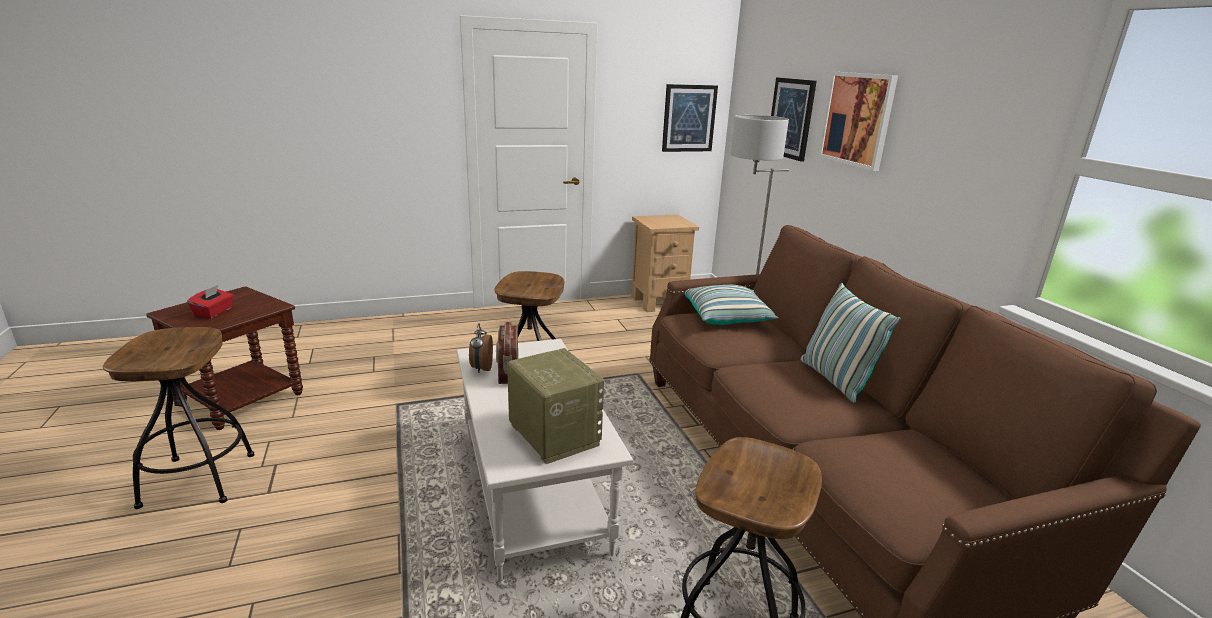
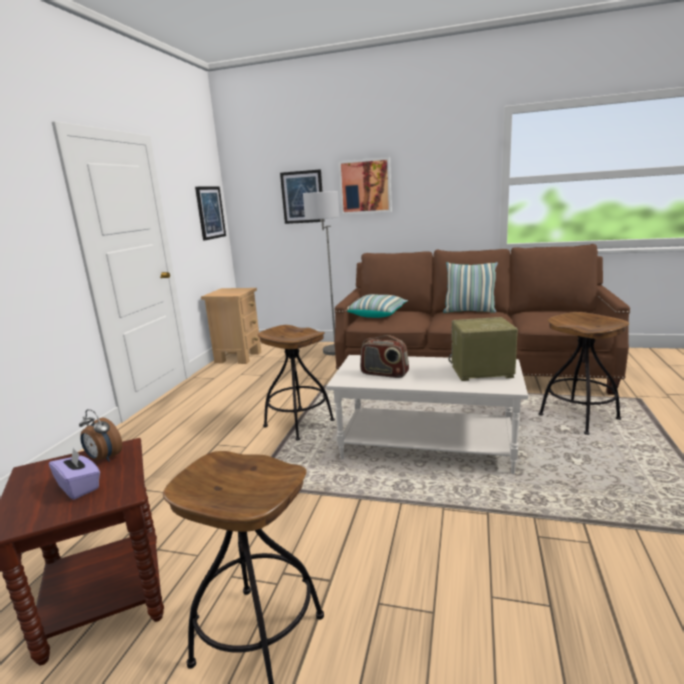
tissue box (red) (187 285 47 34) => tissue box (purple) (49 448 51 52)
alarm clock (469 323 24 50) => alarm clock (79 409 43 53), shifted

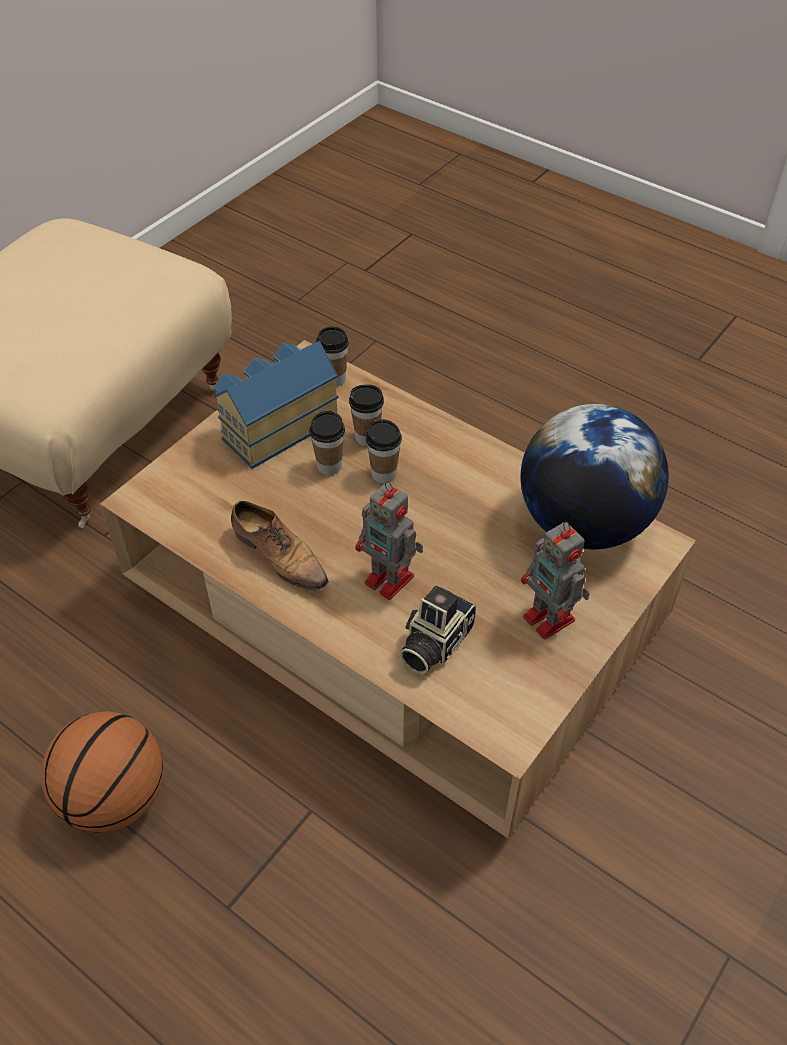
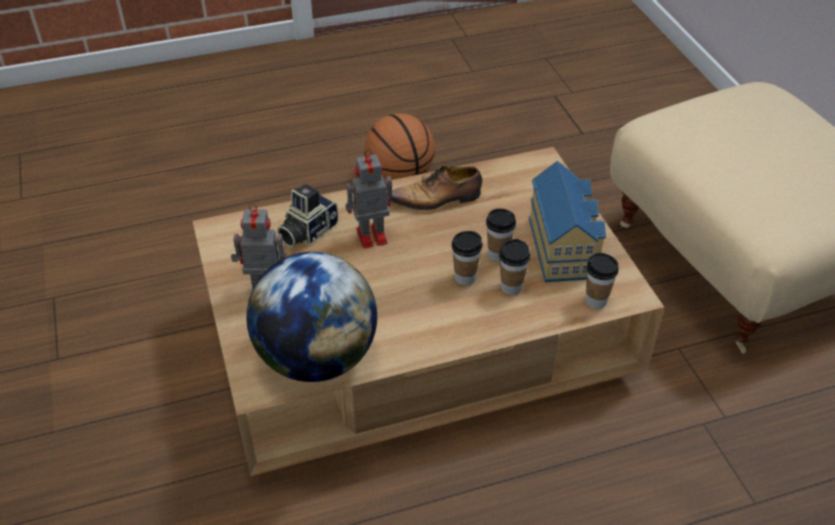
photo camera (399 585 77 89) => photo camera (277 184 61 63), 120 degrees counterclockwise

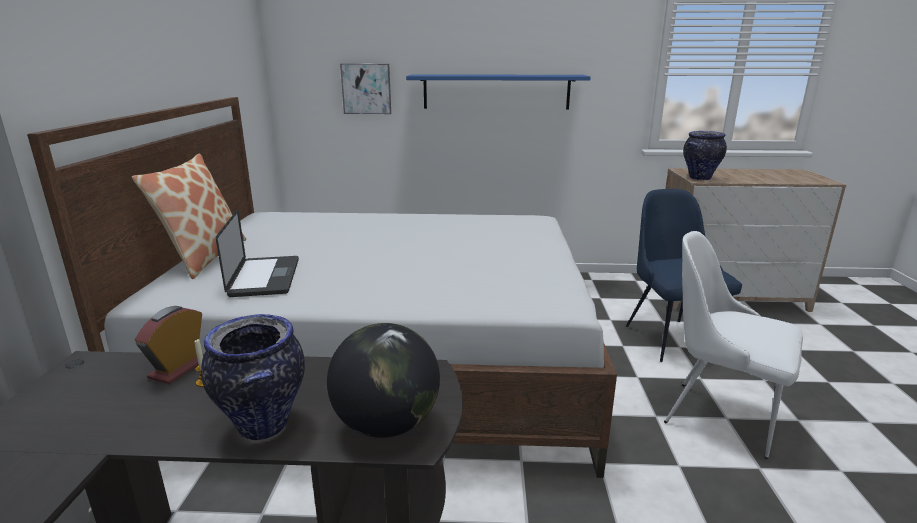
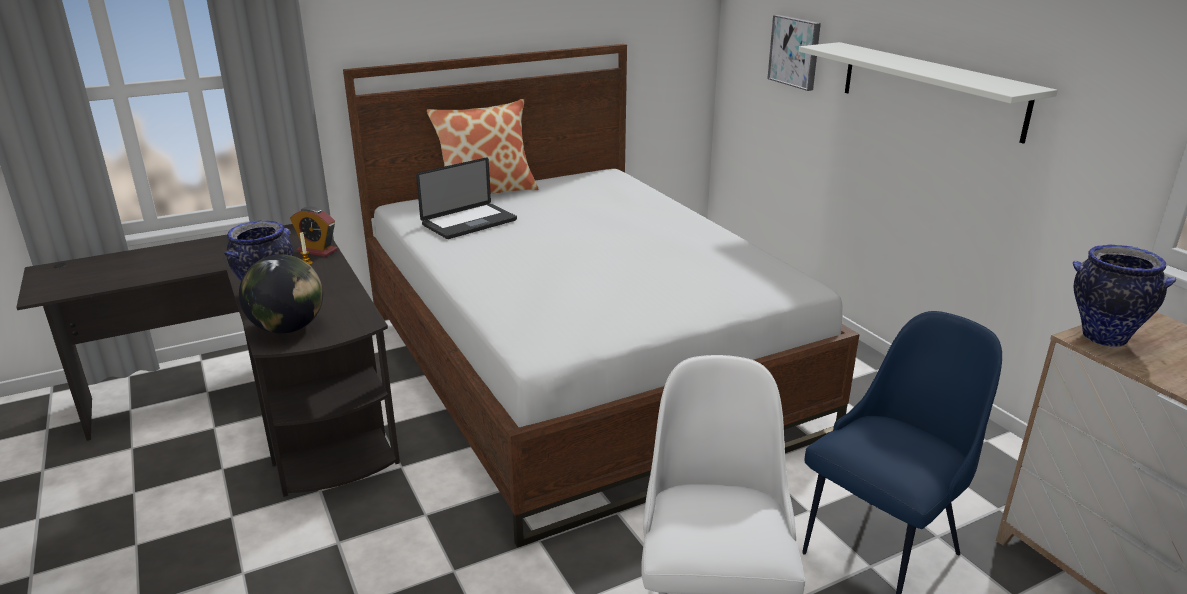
alarm clock (135 306 69 78) => alarm clock (290 207 48 50), 150 degrees counterclockwise
shelf (blue) (406 74 185 35) => shelf (white) (799 42 259 102)

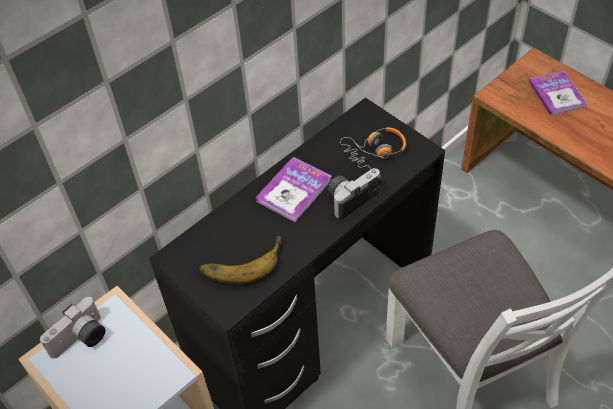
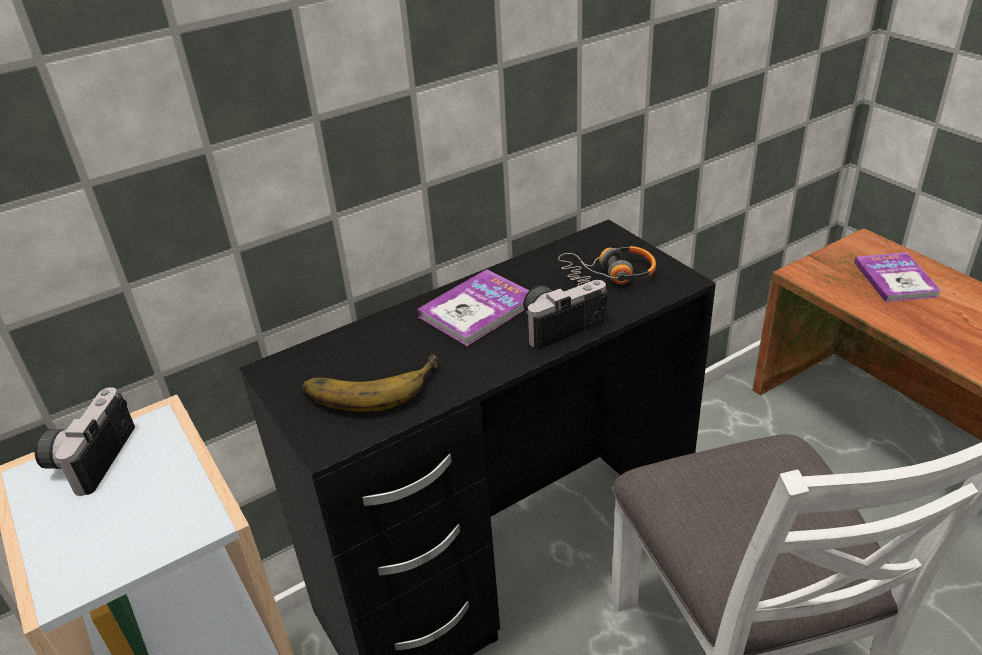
photo camera (40 297 65 62) => photo camera (35 387 100 109), 135 degrees clockwise

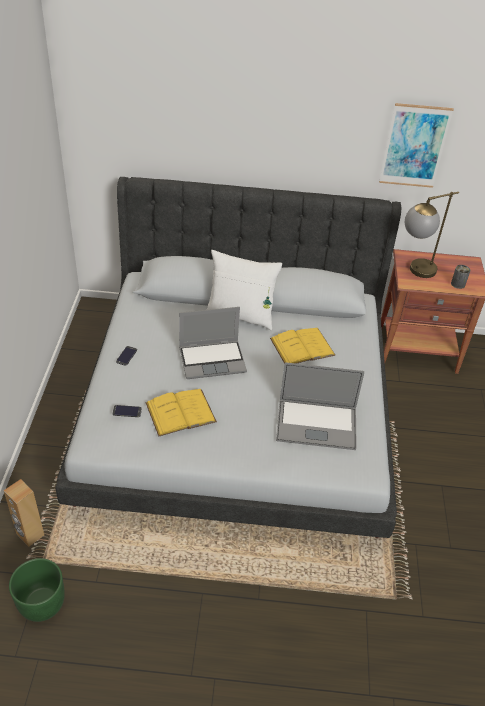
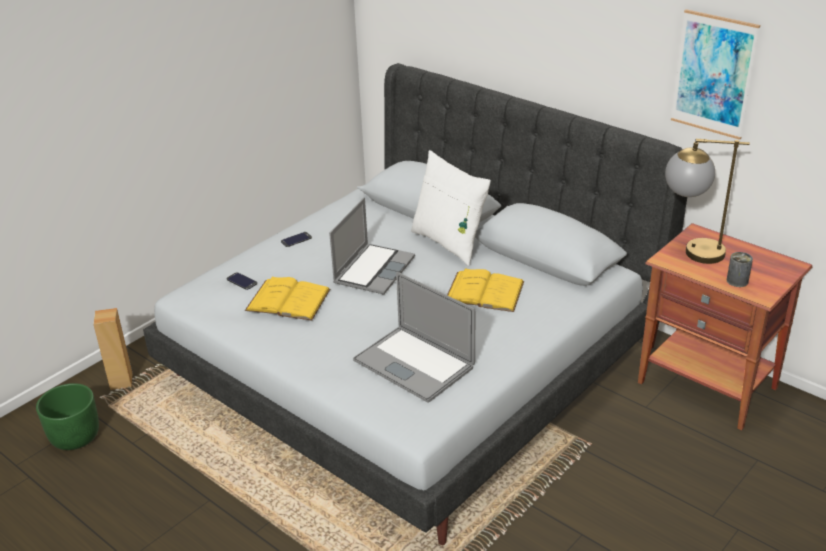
laptop (179 307 68 72) => laptop (329 198 86 97), 90 degrees counterclockwise

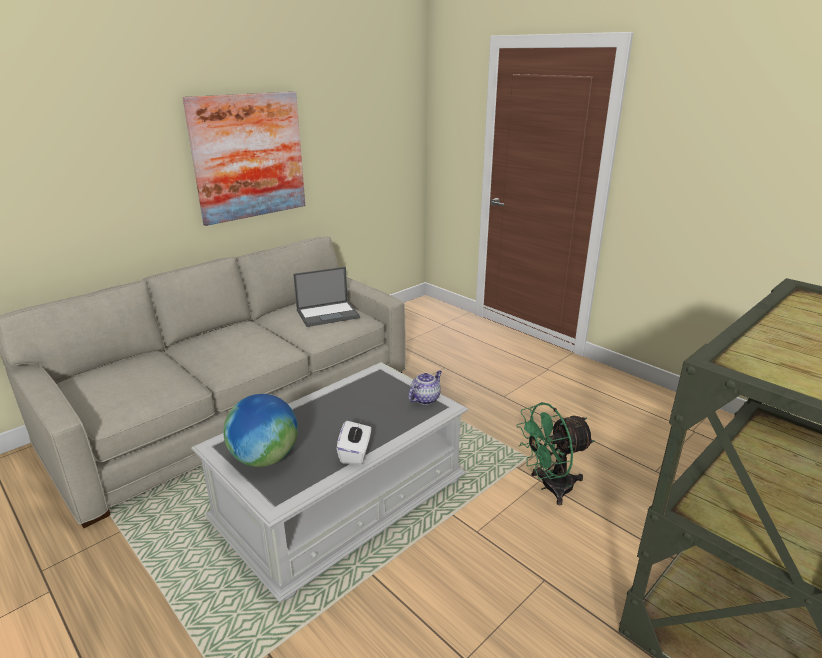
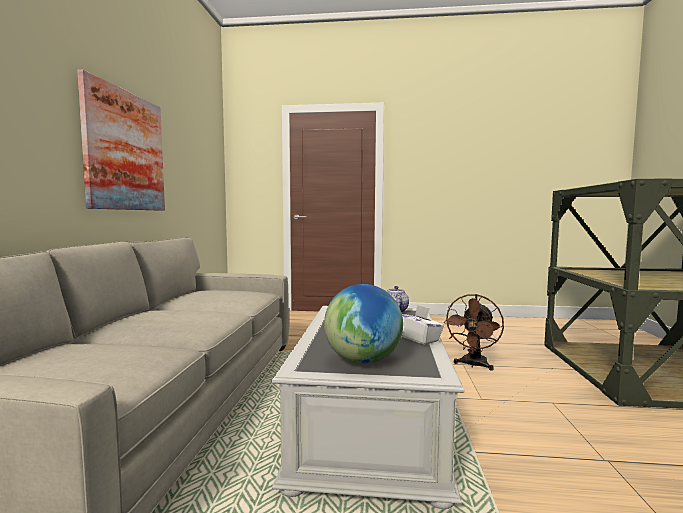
fan (green) (516 402 79 103) => fan (brown) (443 294 61 77)
laptop (293 267 67 60) => nothing

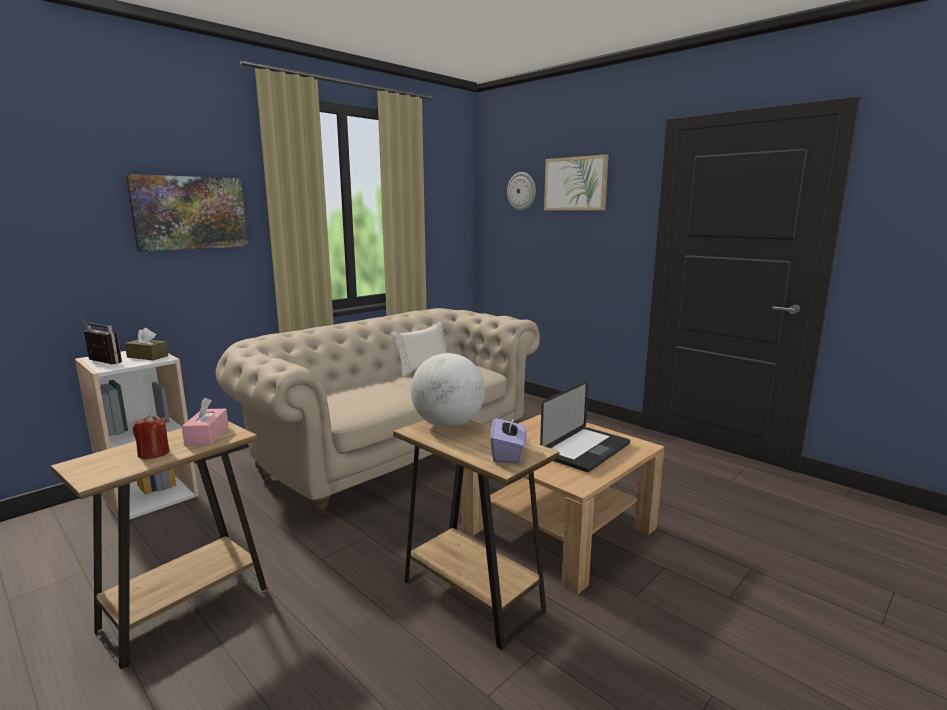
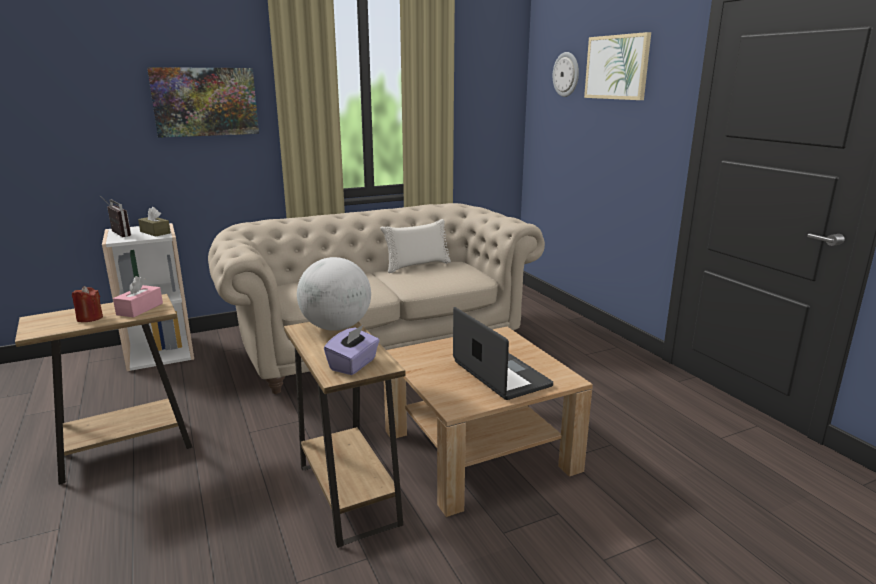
laptop (540 381 90 91) => laptop (453 307 100 93), 90 degrees counterclockwise

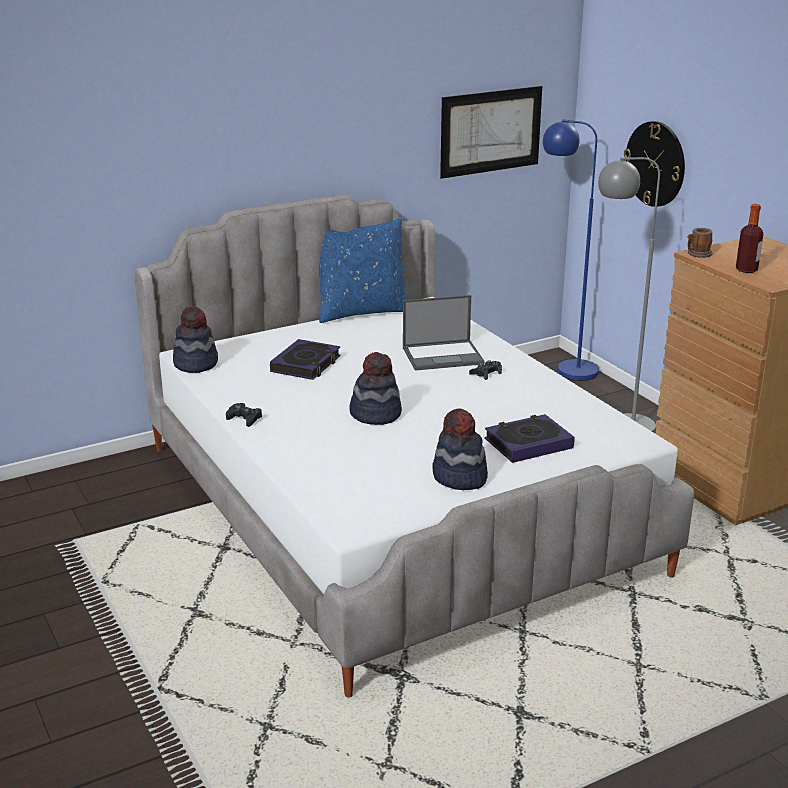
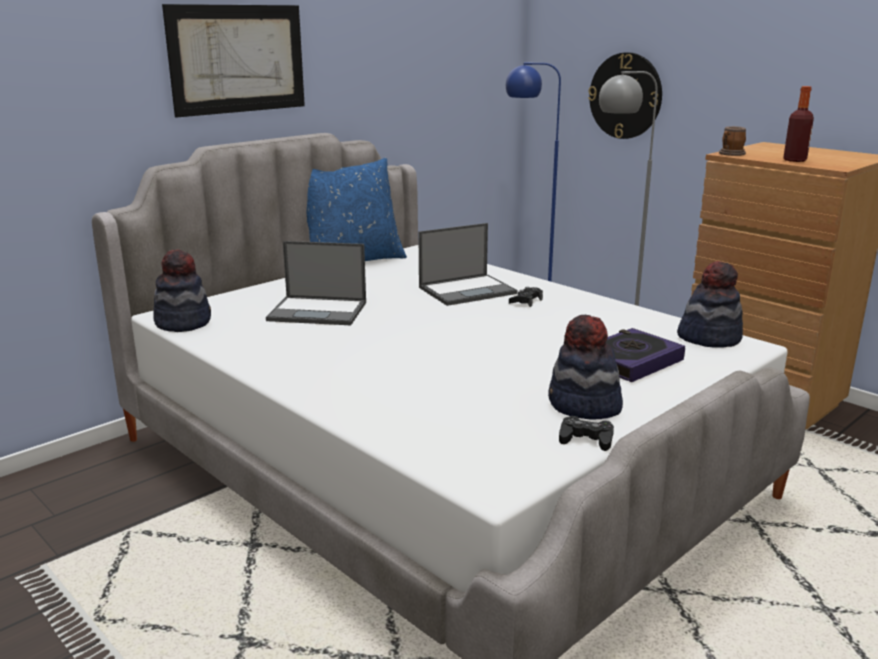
picture (440 86 102 93) => picture (162 4 143 114), shifted
book (270 339 71 41) => laptop (266 241 100 84)
game controller (black) (226 403 36 24) => game controller (black) (559 416 55 35), shifted
hat (349 352 53 73) => hat (677 261 66 87), shifted

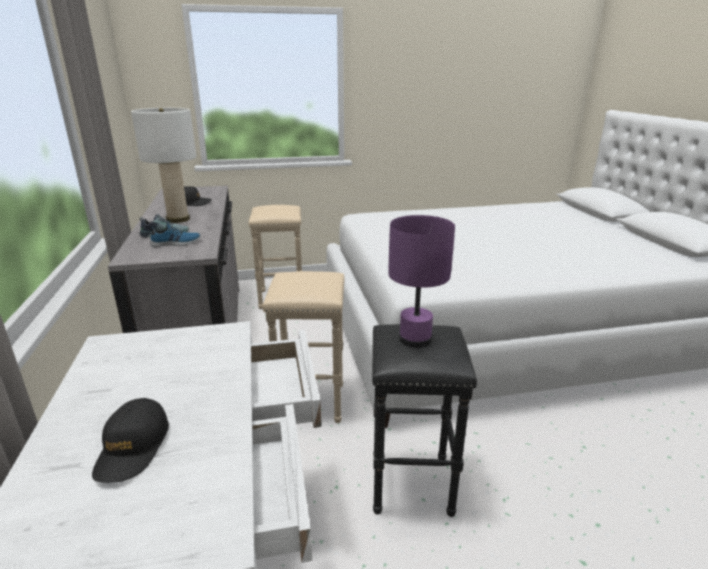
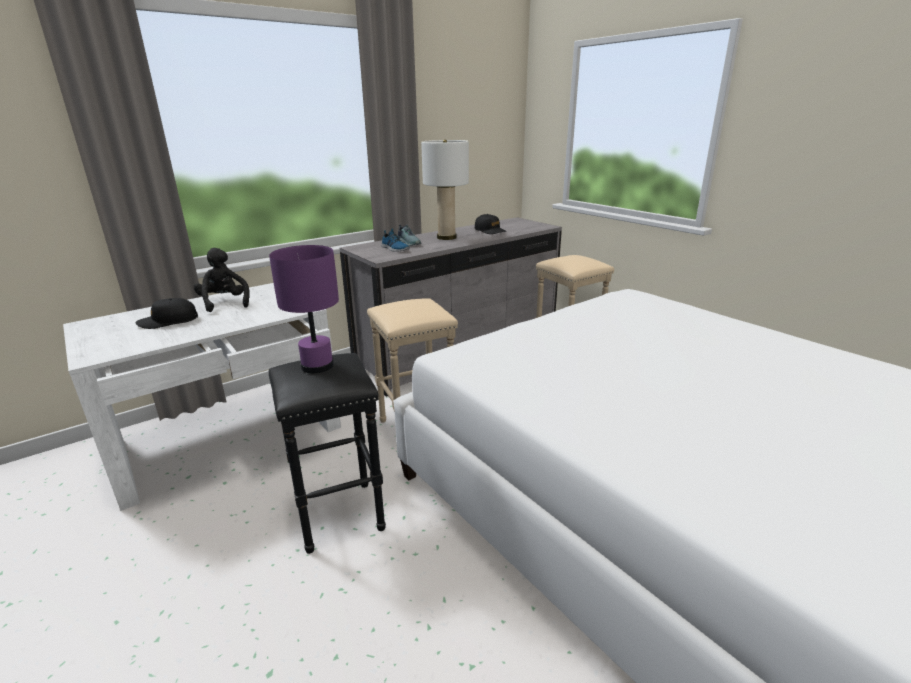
nothing => plush toy (black) (194 248 56 64)

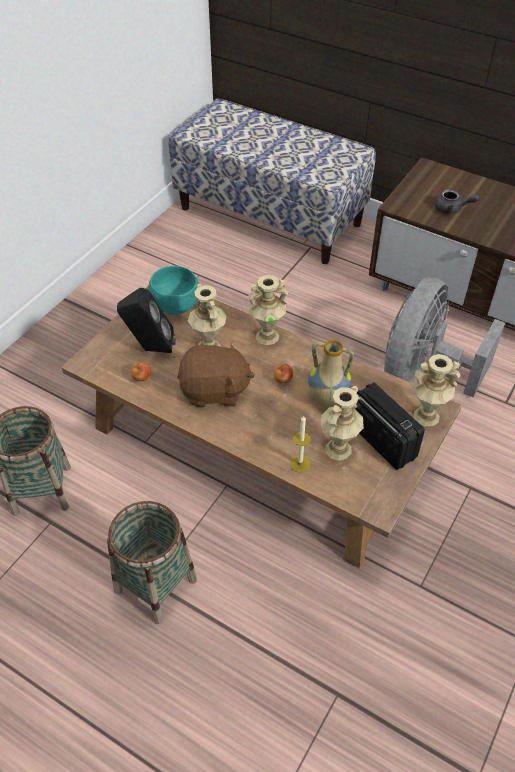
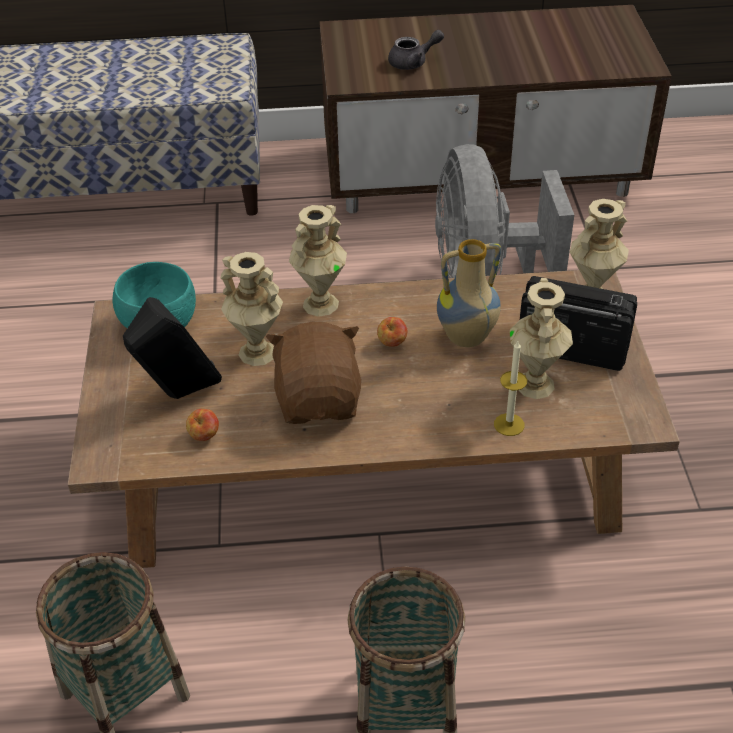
plush toy (brown) (177 341 78 66) => plush toy (brown) (266 322 95 102), 60 degrees counterclockwise

